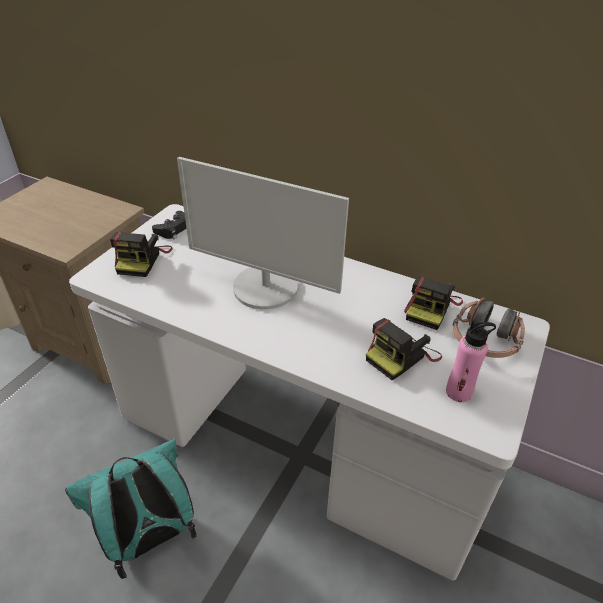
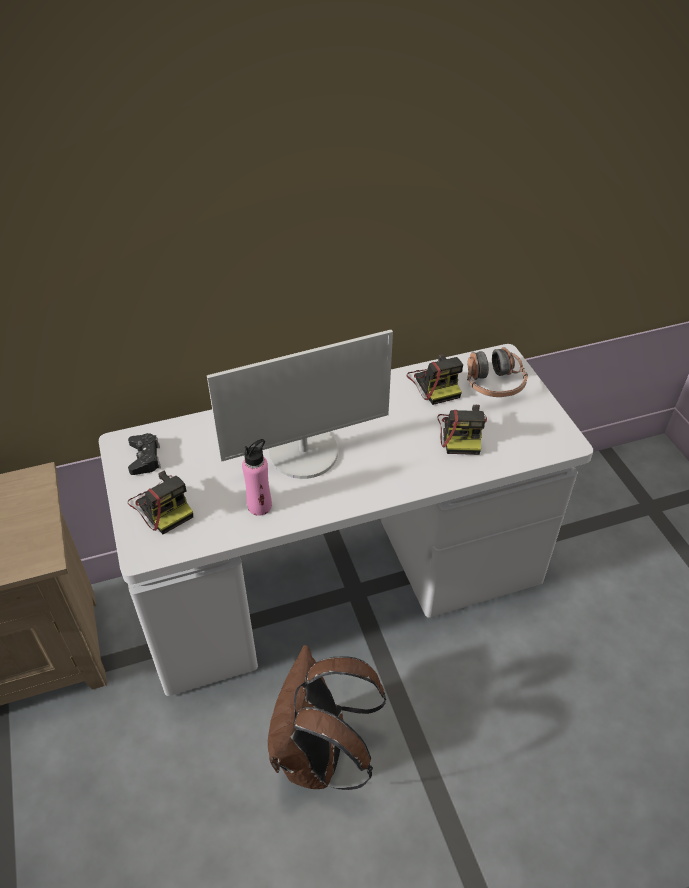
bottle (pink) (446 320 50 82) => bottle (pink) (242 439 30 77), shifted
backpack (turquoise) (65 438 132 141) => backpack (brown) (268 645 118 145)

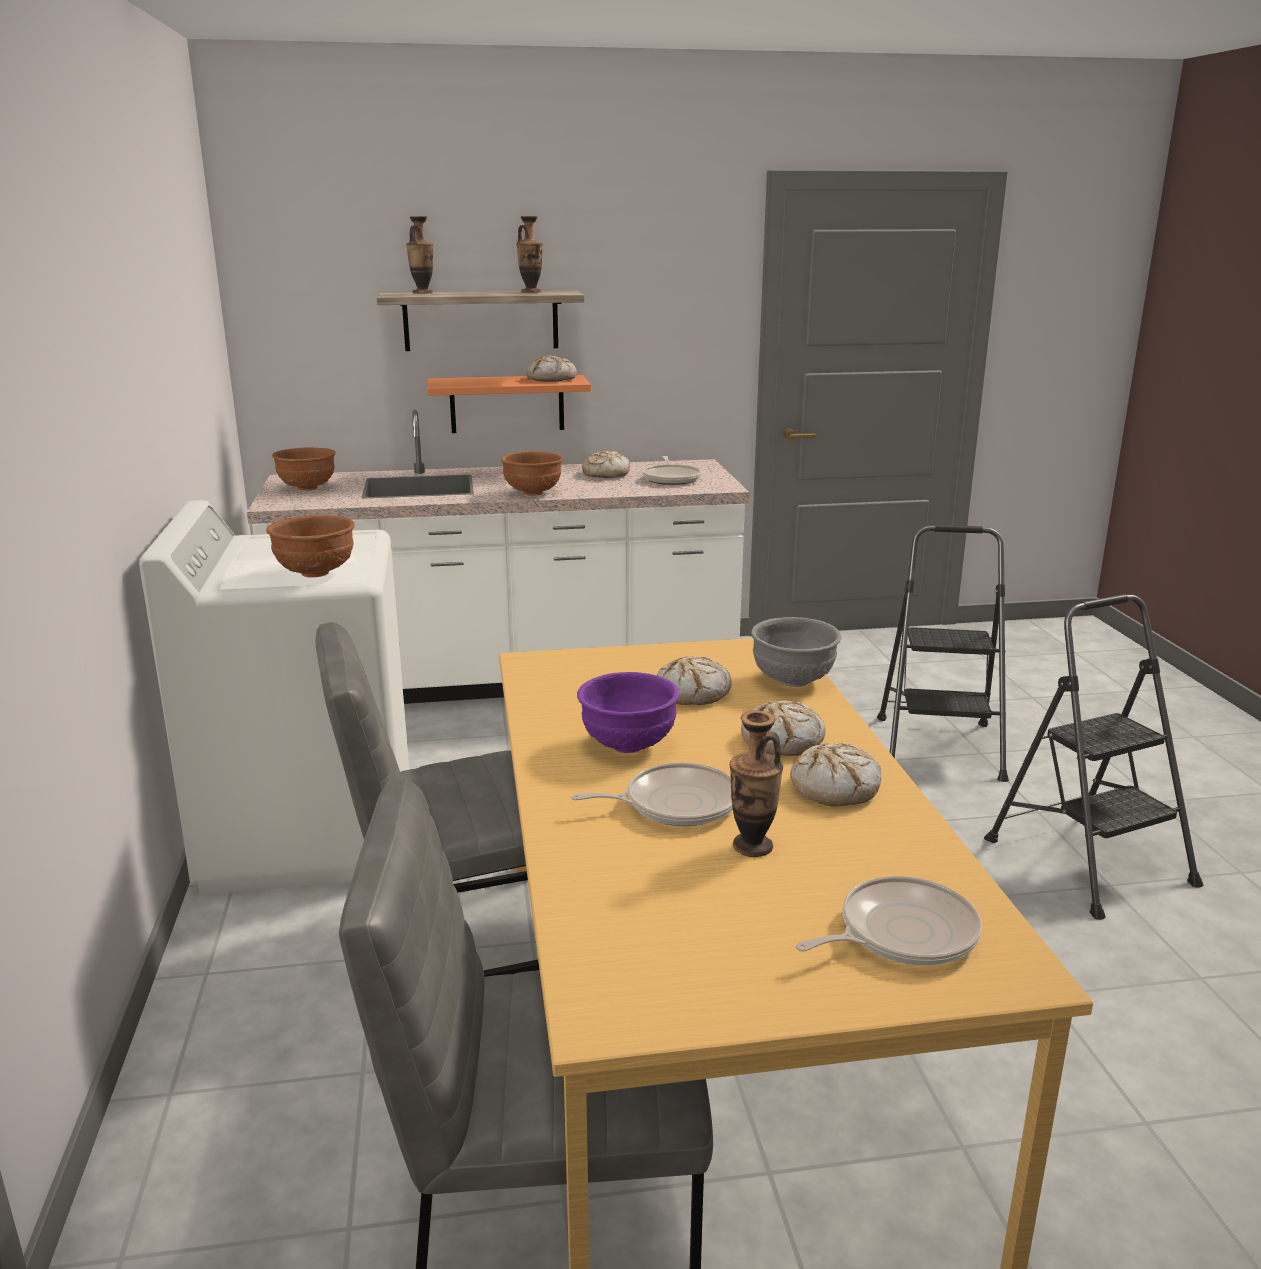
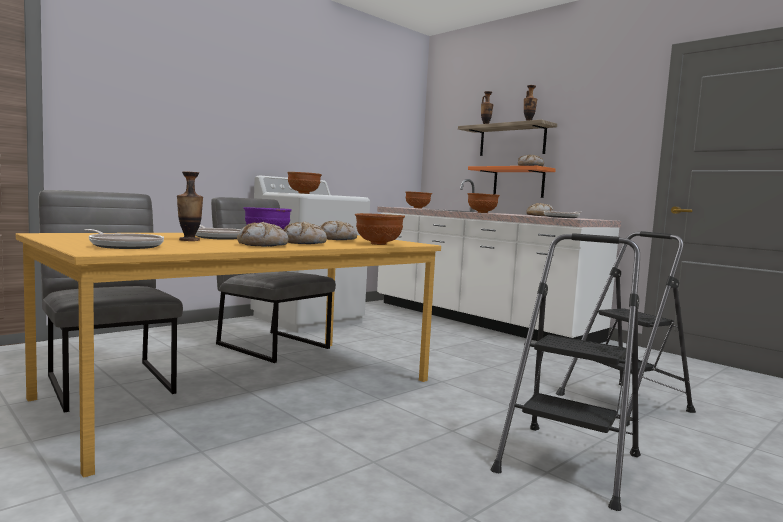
bowl (grey) (751 617 91 70) => bowl (brown) (355 213 50 32)

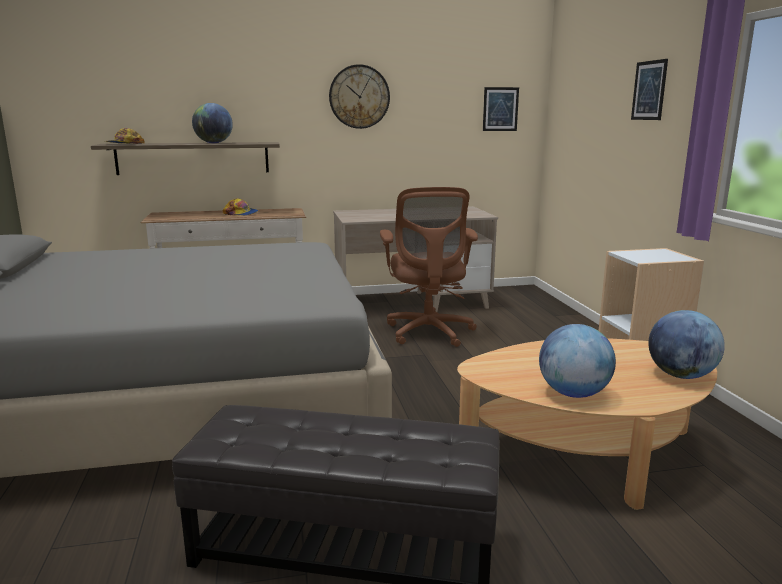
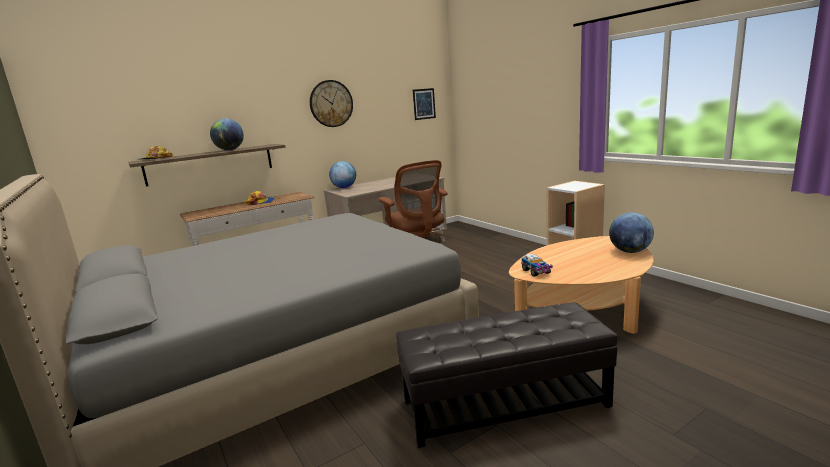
globe (539 324 77 74) => globe (329 161 27 27), shifted
nothing => toy truck (521 254 32 23)
picture (631 59 37 61) => nothing

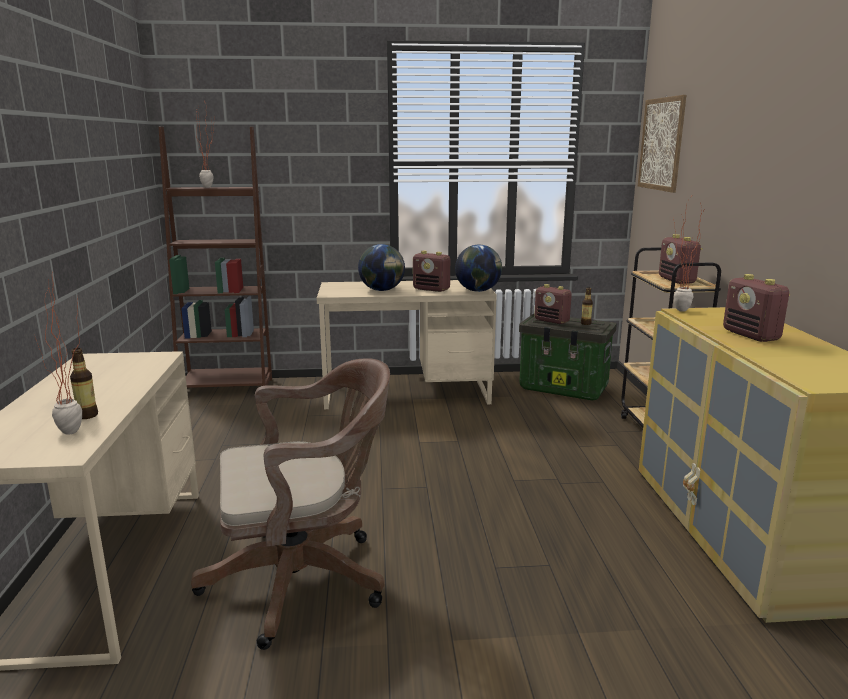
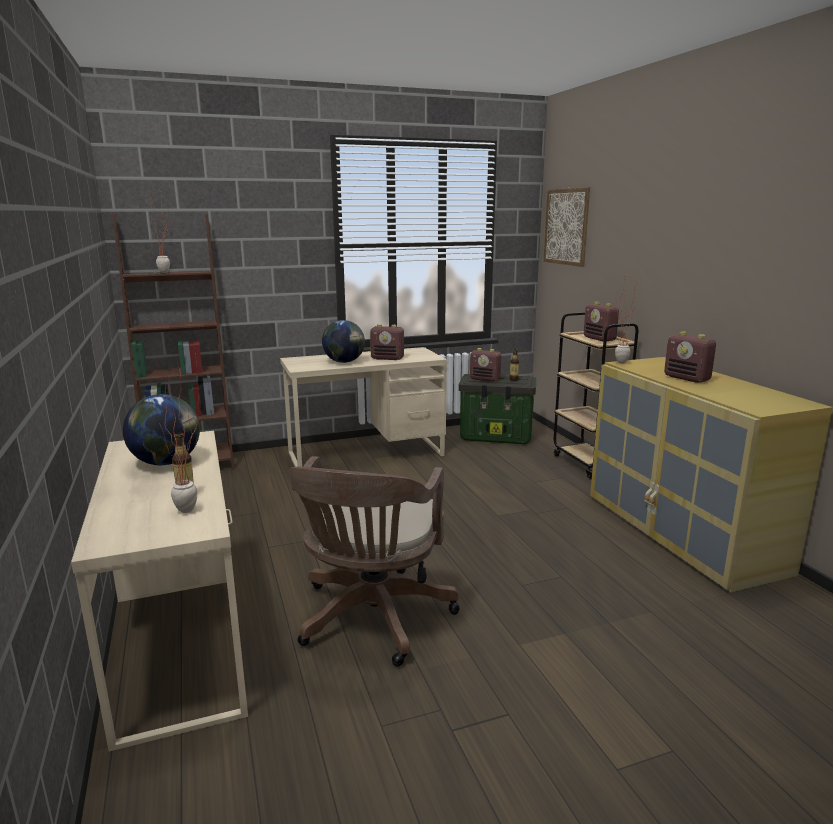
globe (455 245 47 47) => globe (123 394 77 71), shifted
office chair (brown) (191 358 199 292) => office chair (brown) (289 456 171 211), 135 degrees clockwise

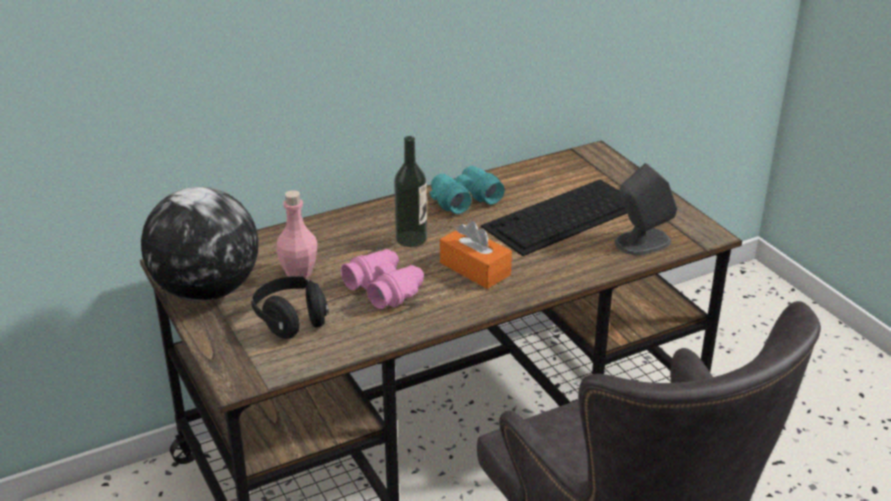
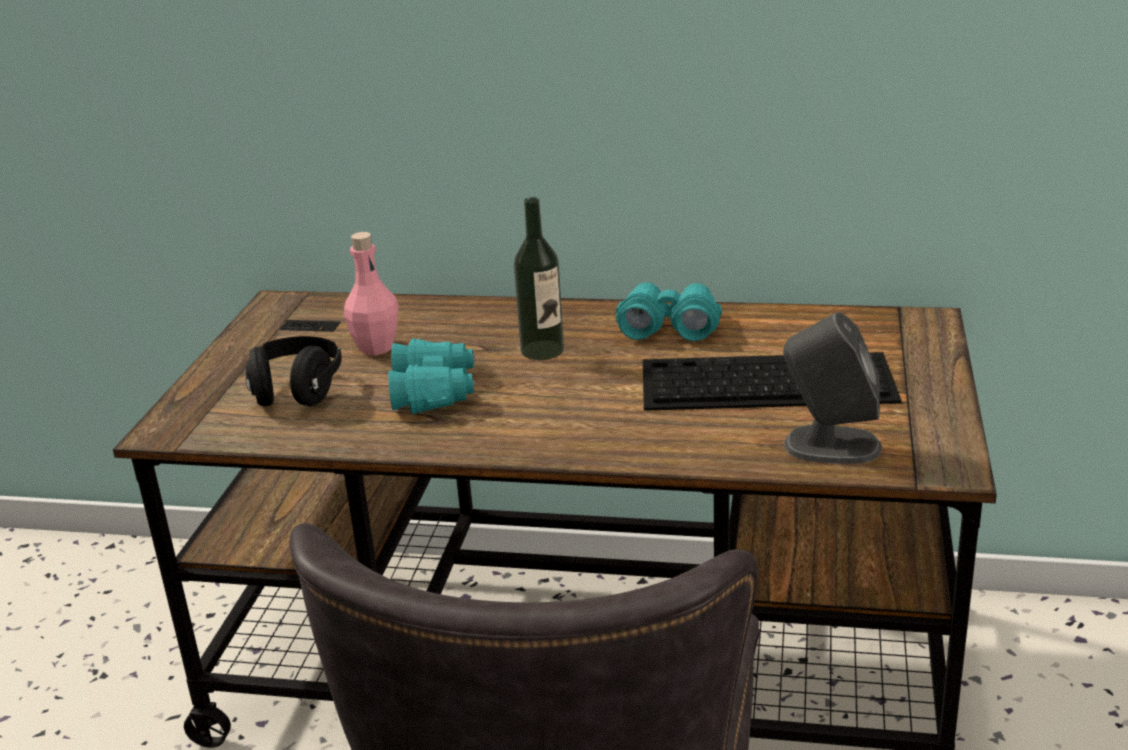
binoculars (pink) (341 249 83 60) => binoculars (turquoise) (388 338 87 77)
globe (141 187 117 115) => nothing
tissue box (orange) (440 221 72 68) => nothing

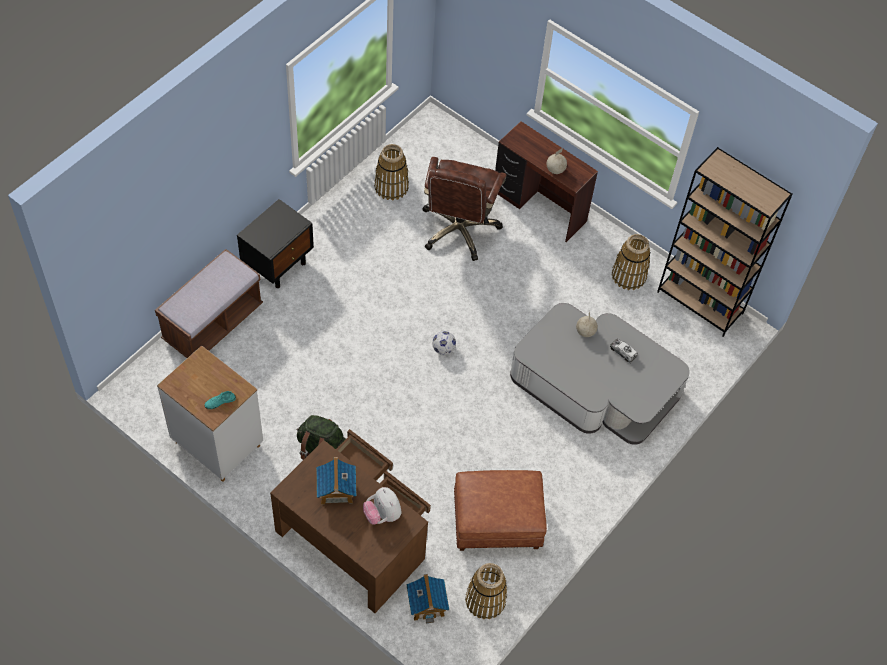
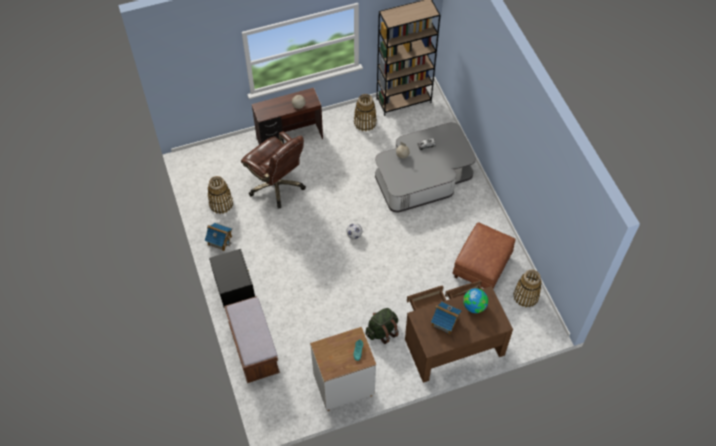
toy house (406 574 43 49) => toy house (205 223 27 28), shifted
plush toy (363 487 38 37) => globe (463 288 25 25)

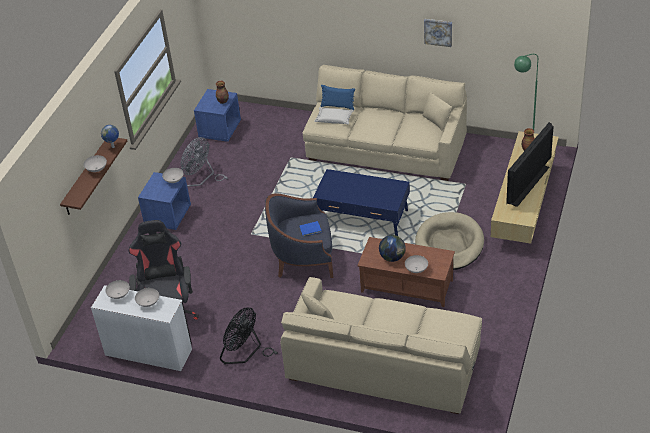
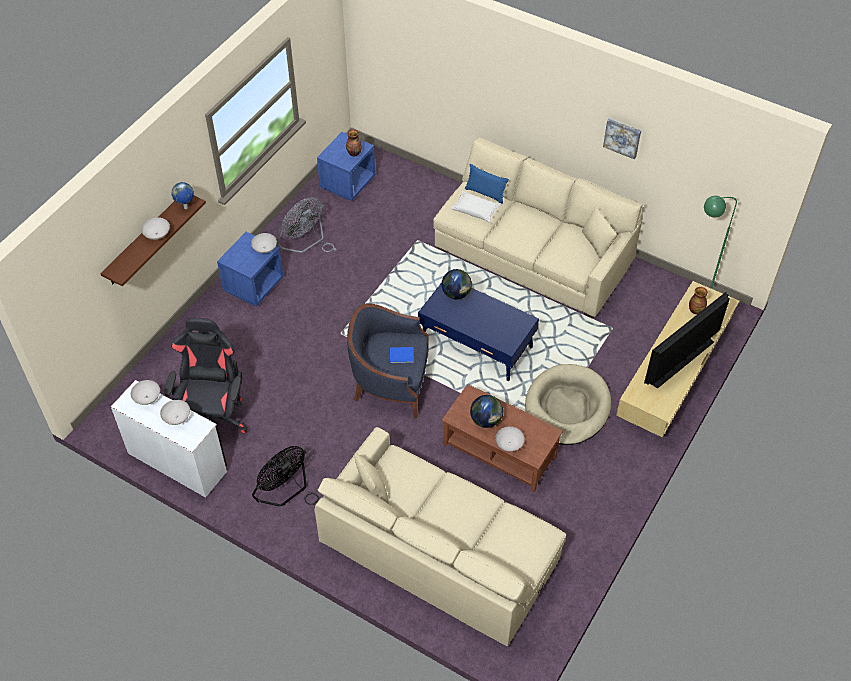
nothing => globe (442 269 30 30)

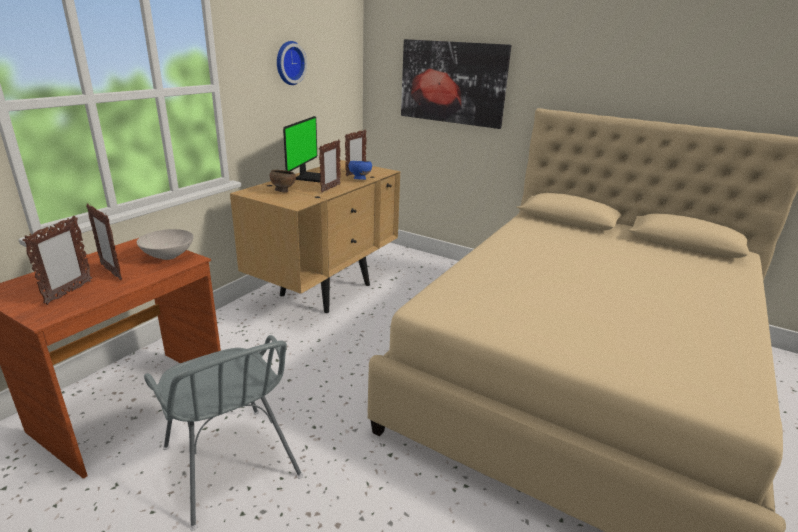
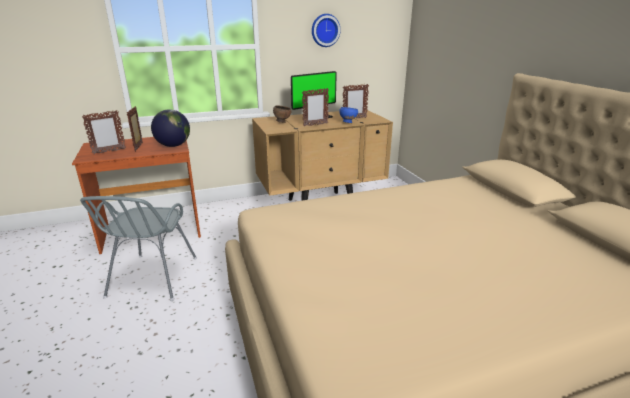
bowl (white) (137 229 57 31) => globe (151 109 39 38)
picture (401 39 110 90) => nothing

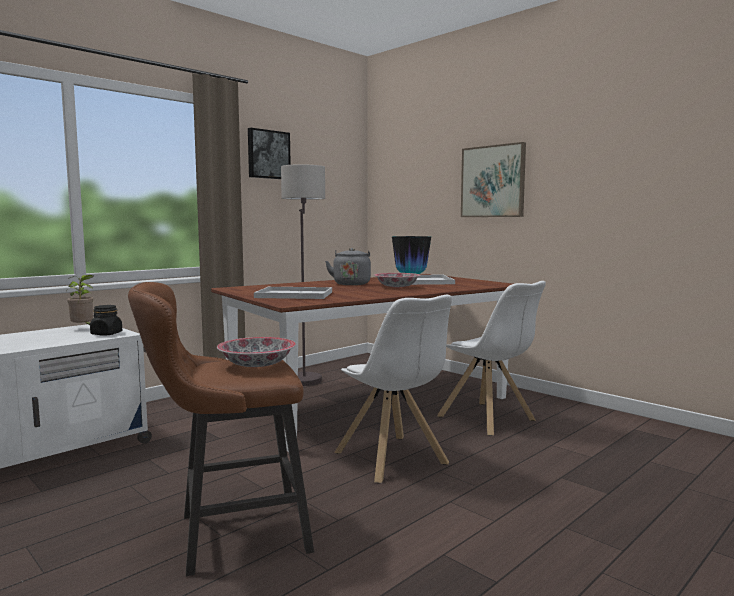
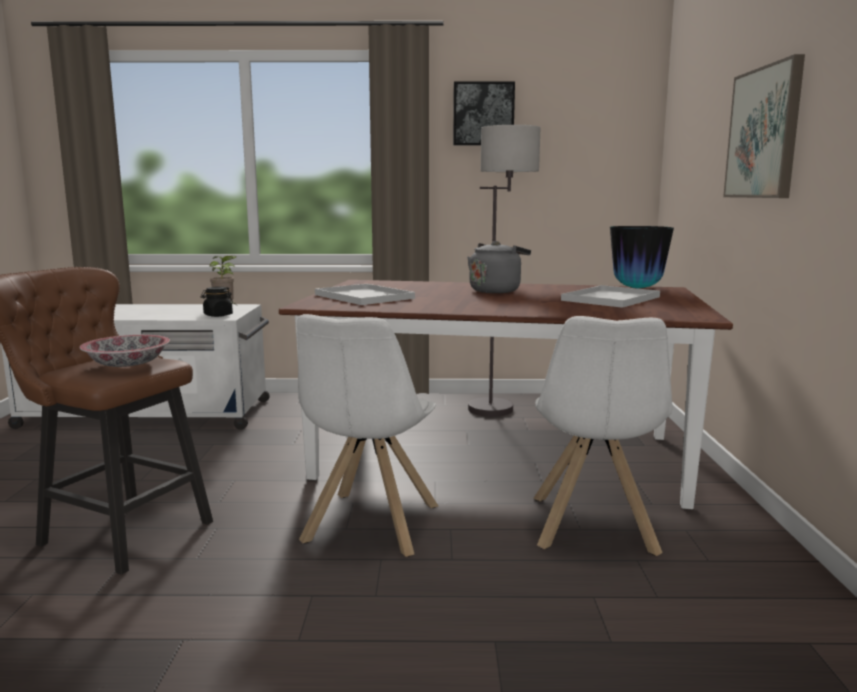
bowl (374 273 47 15) => nothing

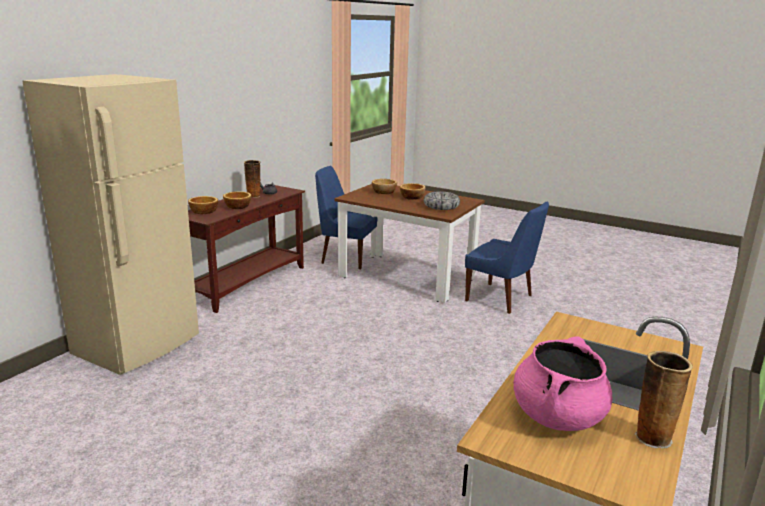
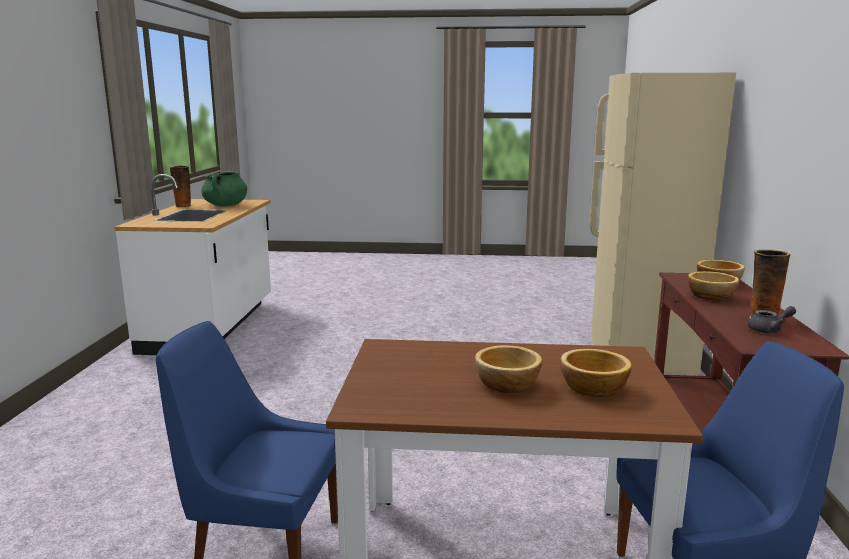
cooking pot (pink) (514 336 98 95) => cooking pot (green) (201 171 46 35)
bowl (424 192 36 18) => nothing

